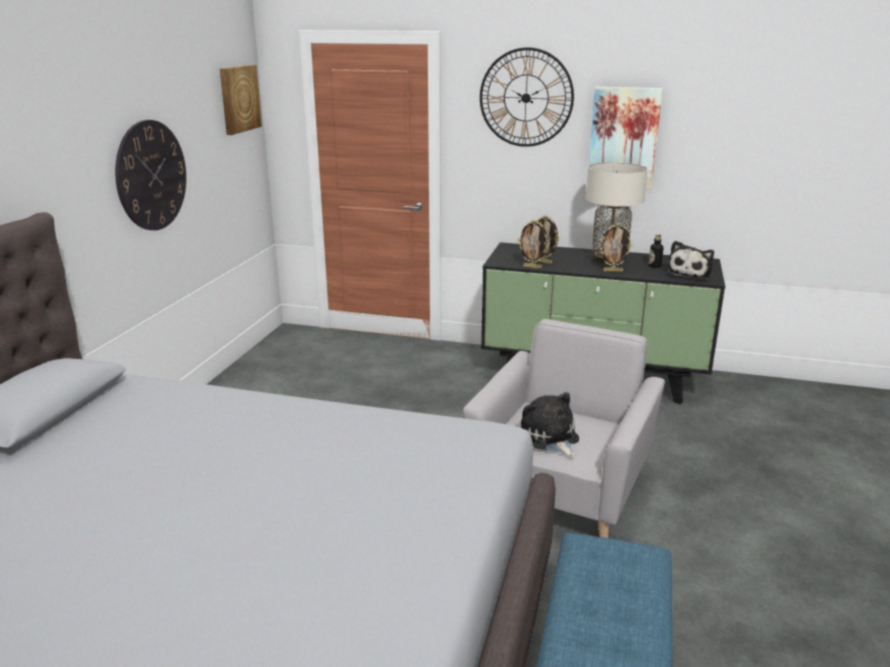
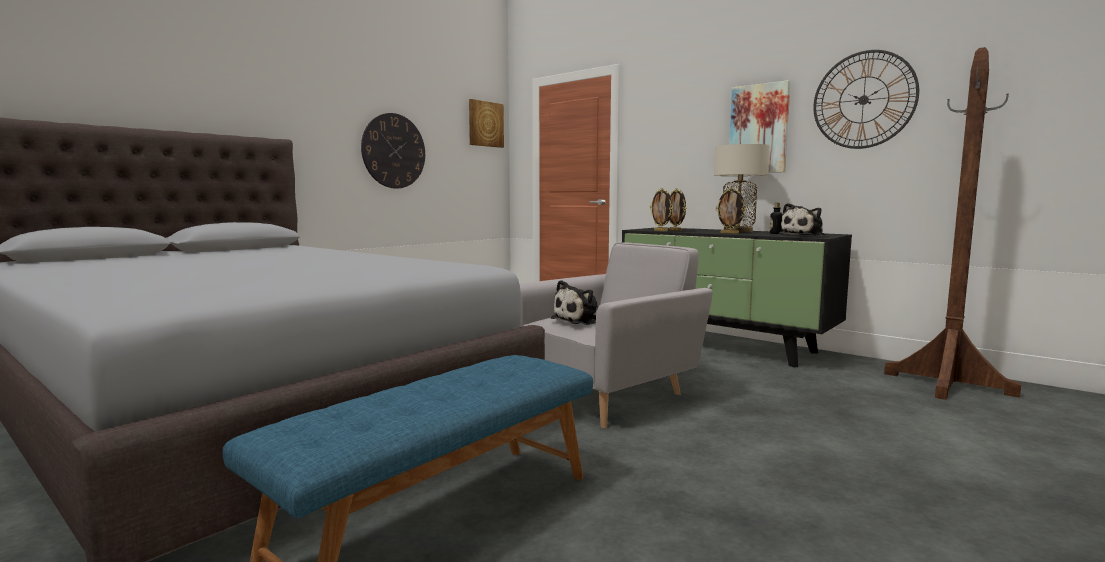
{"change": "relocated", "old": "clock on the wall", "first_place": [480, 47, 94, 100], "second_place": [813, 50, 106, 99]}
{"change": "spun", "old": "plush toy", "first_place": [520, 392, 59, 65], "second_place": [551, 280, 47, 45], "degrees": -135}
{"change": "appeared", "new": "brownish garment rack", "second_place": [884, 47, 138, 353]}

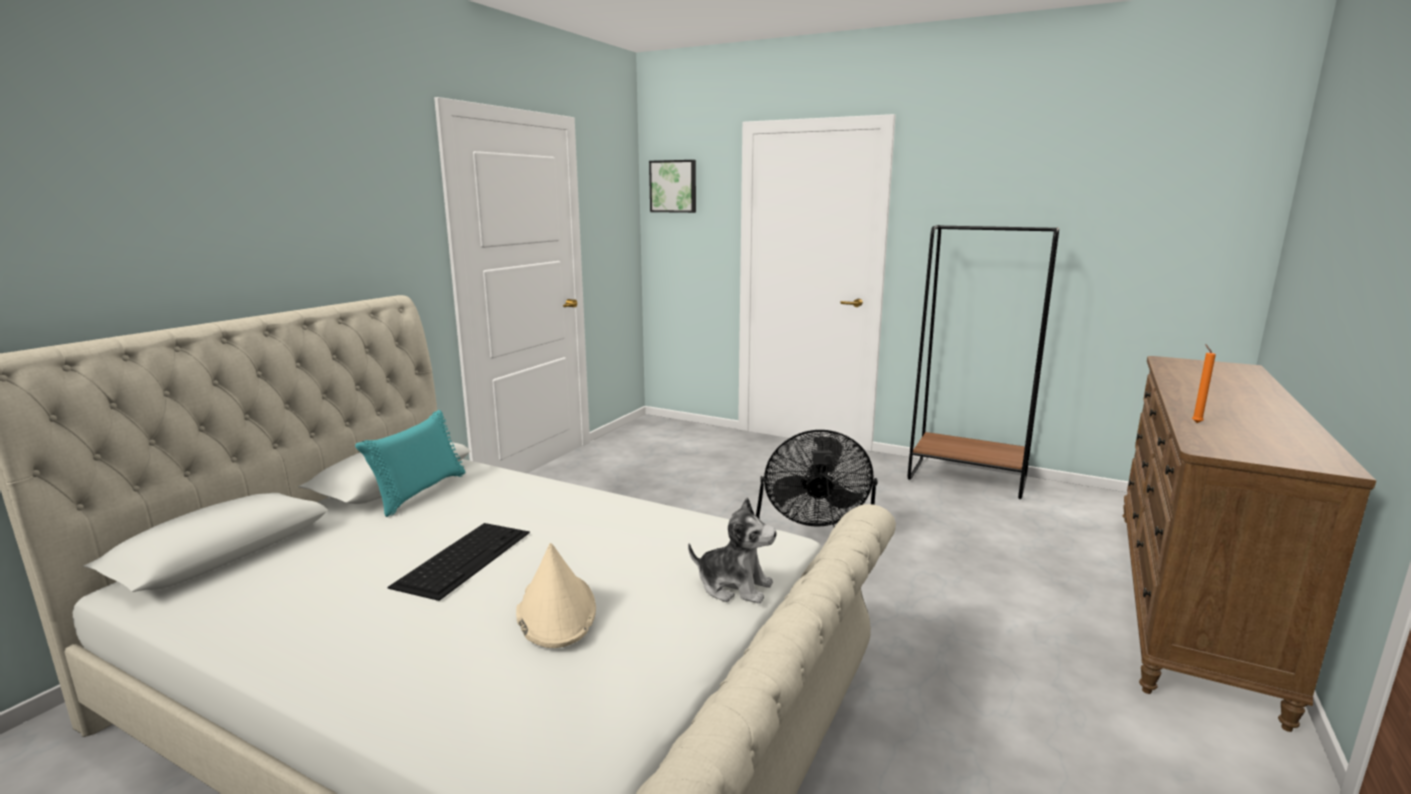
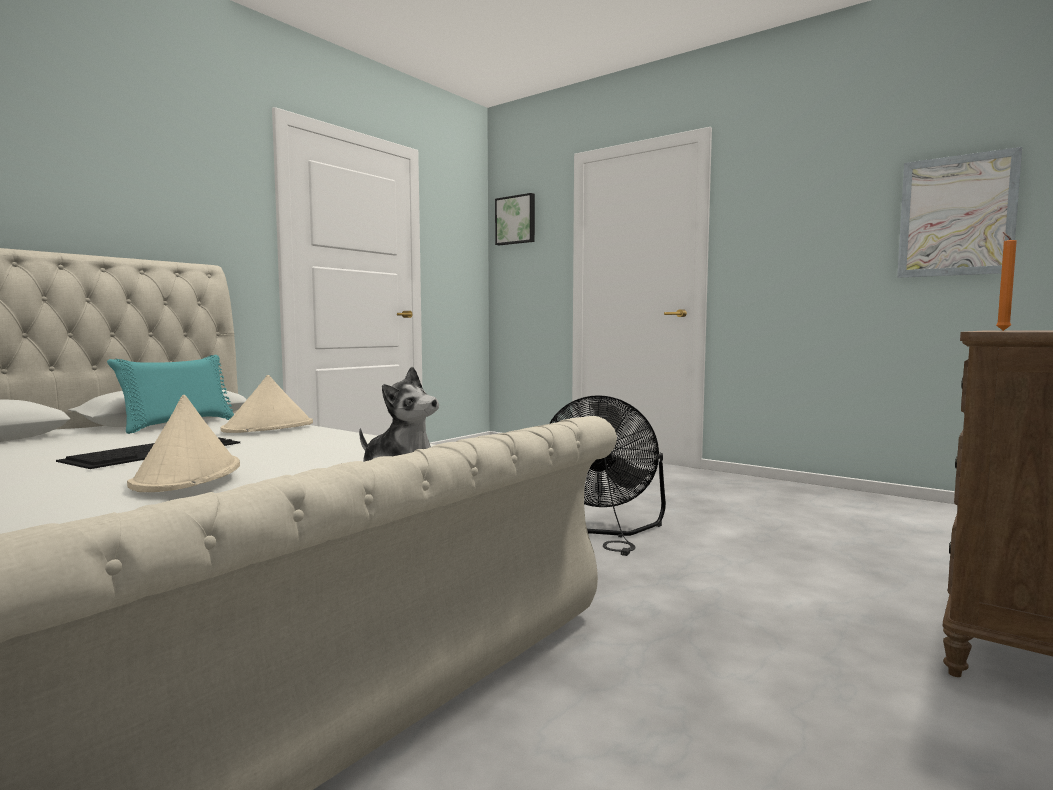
{"change": "missing", "old": "garment rack", "first_place": [908, 225, 151, 274]}
{"change": "appeared", "new": "beige hat", "second_place": [220, 375, 93, 58]}
{"change": "appeared", "new": "picture", "second_place": [897, 147, 125, 131]}

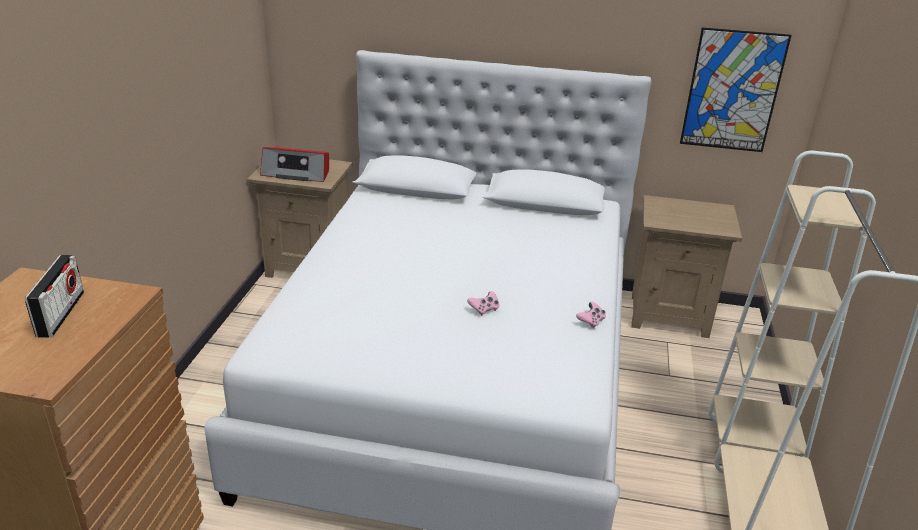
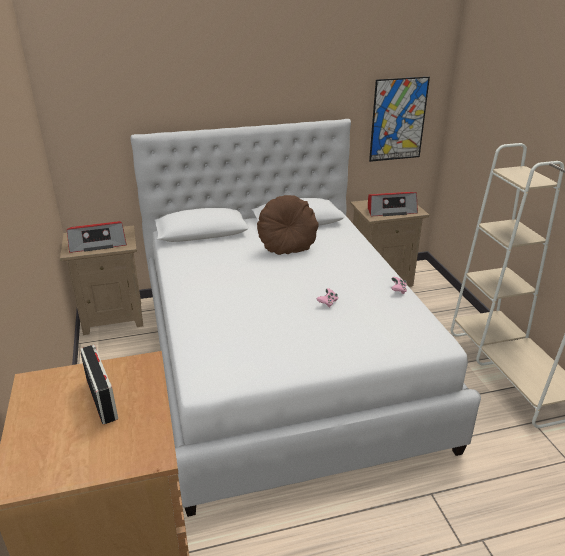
{"change": "appeared", "new": "brownish cushion", "second_place": [257, 195, 62, 60]}
{"change": "appeared", "new": "radio receiver", "second_place": [368, 192, 50, 24]}

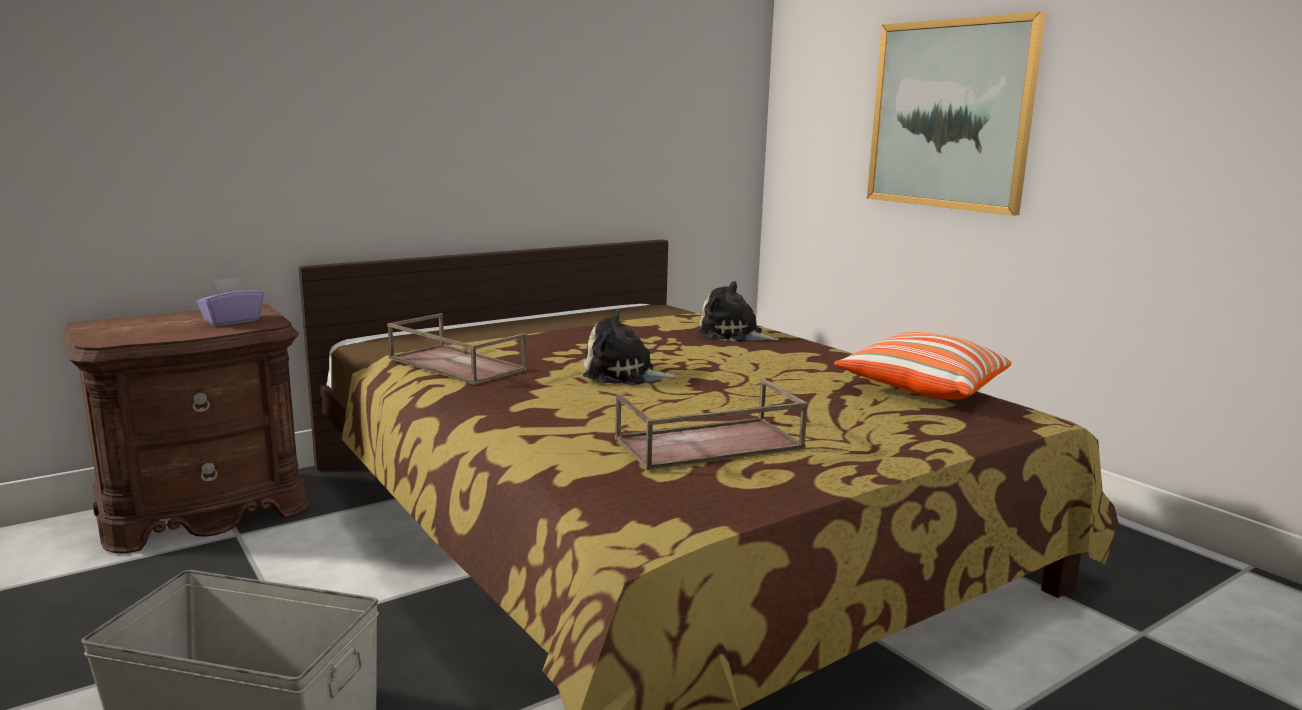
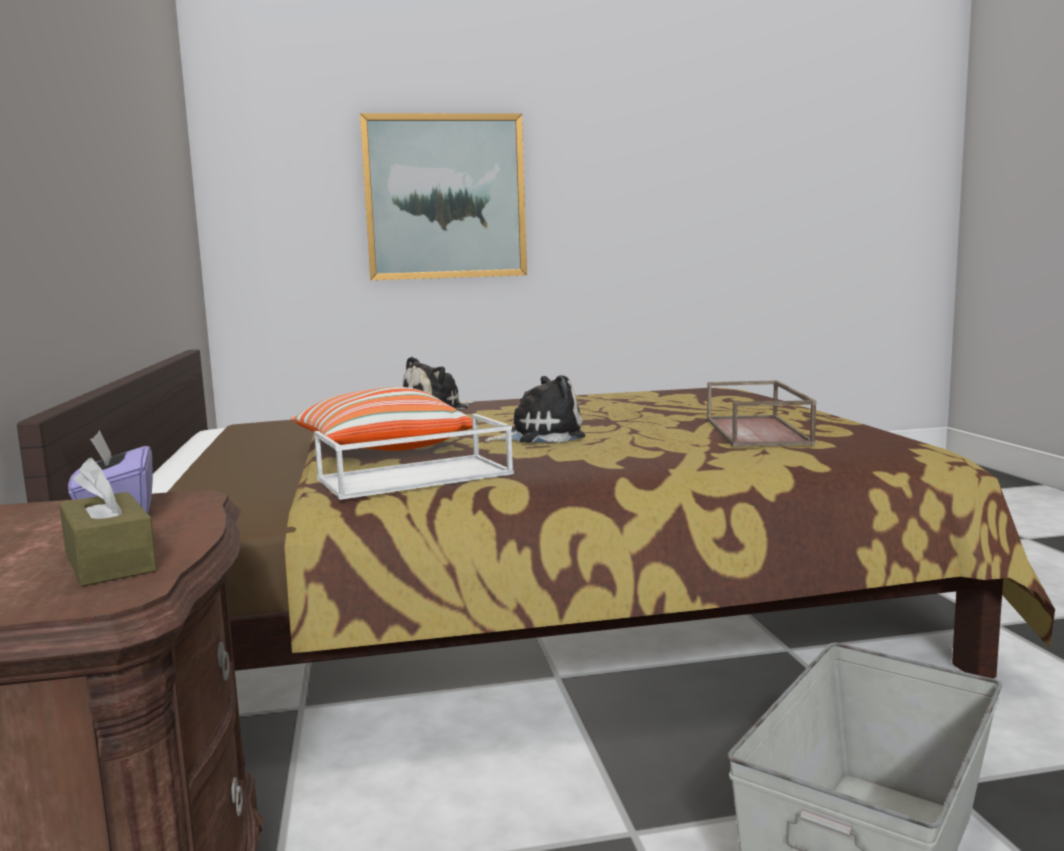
{"change": "colour", "old": "brownish tray", "new": "white-coloured tray", "first_place": [387, 313, 140, 72], "second_place": [314, 414, 200, 86]}
{"change": "spun", "old": "plush toy", "first_place": [583, 310, 97, 75], "second_place": [484, 375, 101, 68], "degrees": -135}
{"change": "relocated", "old": "cushion", "first_place": [834, 332, 178, 68], "second_place": [290, 387, 183, 64]}
{"change": "appeared", "new": "brownish tissue holder", "second_place": [59, 458, 98, 128]}

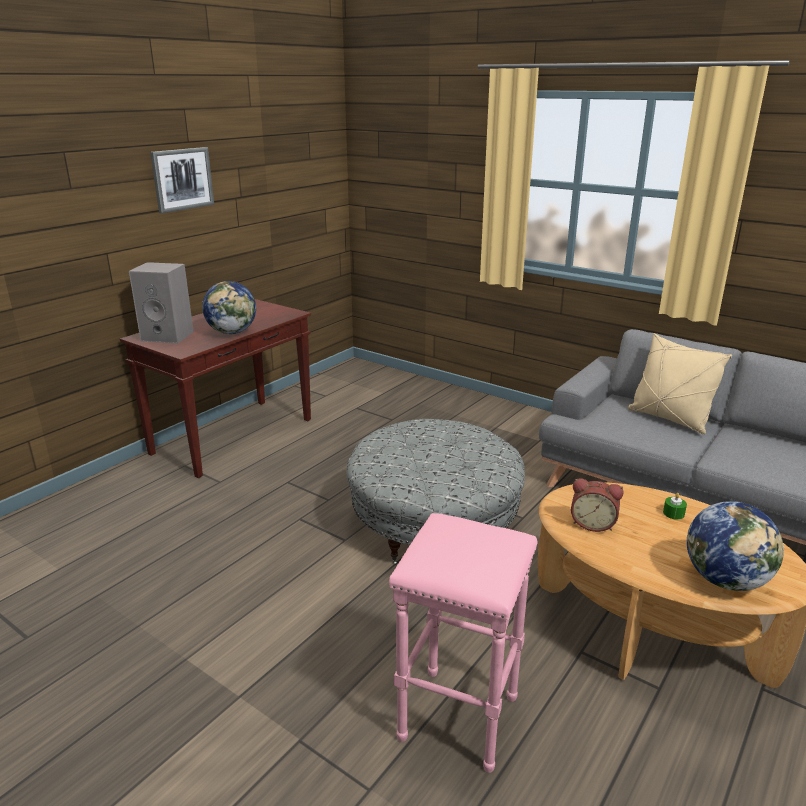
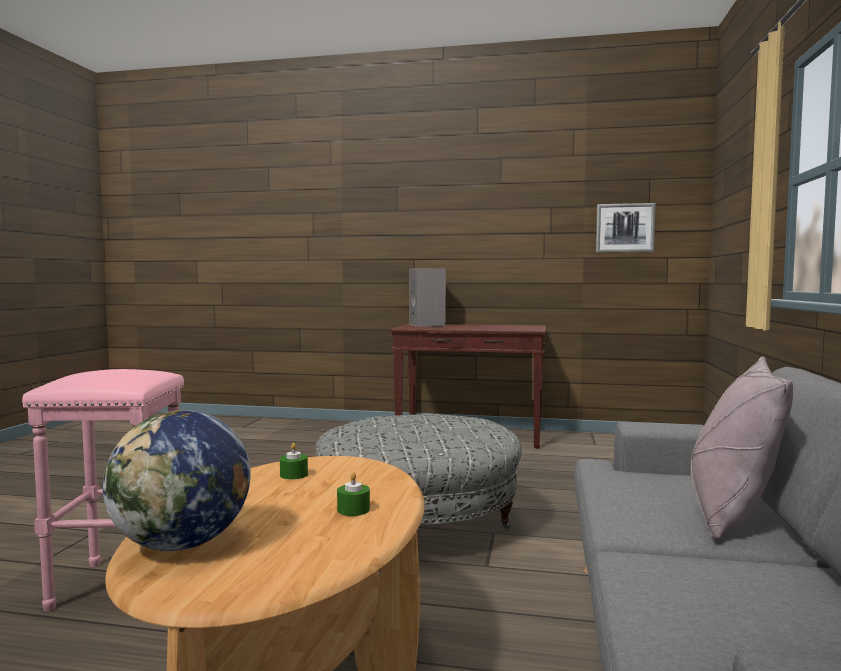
{"change": "relocated", "old": "picture", "first_place": [150, 147, 64, 66], "second_place": [596, 203, 60, 50]}
{"change": "missing", "old": "world globe", "first_place": [202, 281, 54, 53]}
{"change": "exchanged", "old": "bedside clock", "new": "green wax light", "first_place": [571, 478, 52, 54], "second_place": [280, 443, 28, 37]}
{"change": "colour", "old": "beige cushion", "new": "purplish cushion", "first_place": [628, 333, 104, 102], "second_place": [691, 356, 102, 183]}

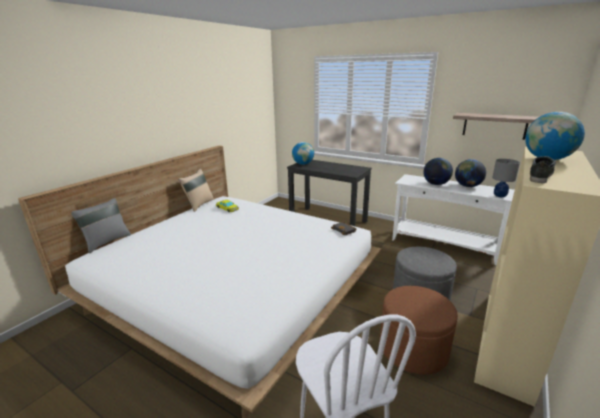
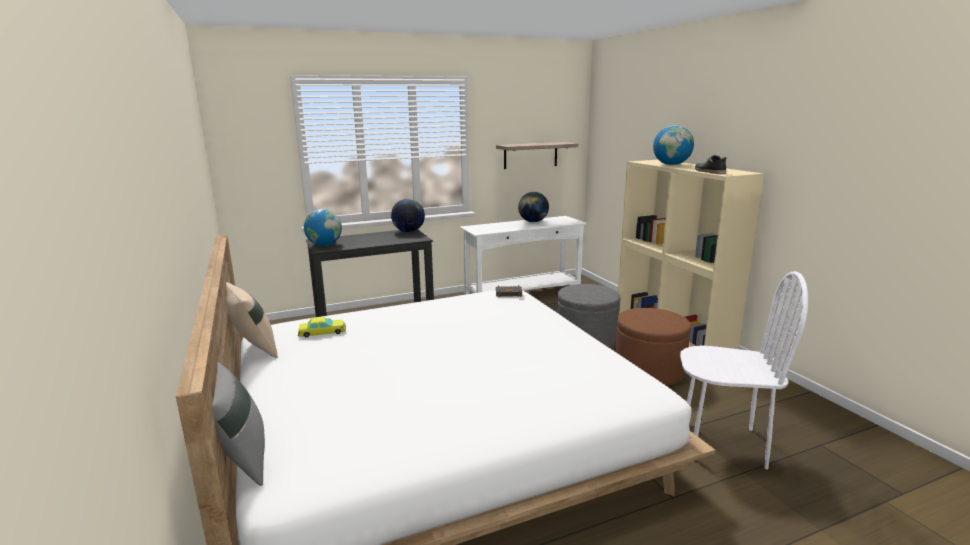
{"change": "relocated", "old": "world globe", "first_place": [423, 158, 30, 27], "second_place": [391, 199, 34, 33]}
{"change": "missing", "old": "gray table lamp", "first_place": [492, 159, 28, 38]}

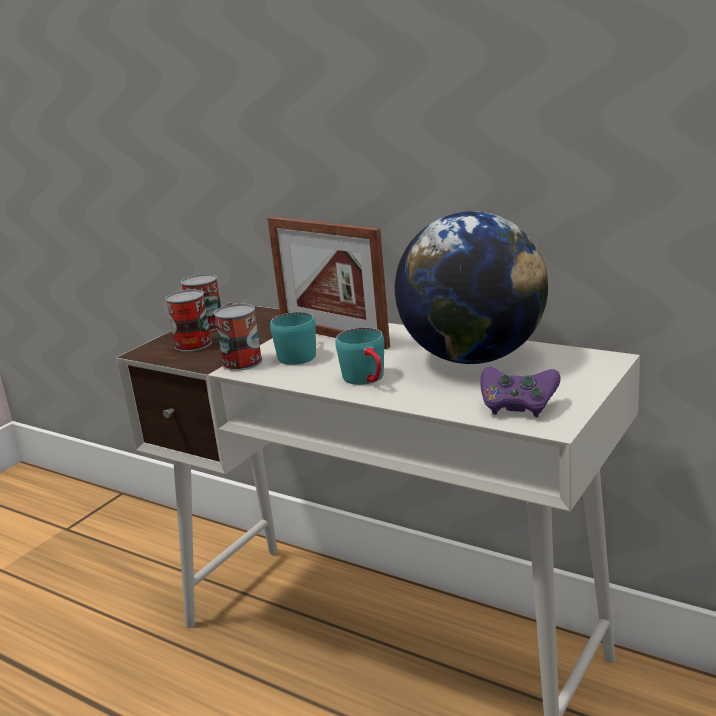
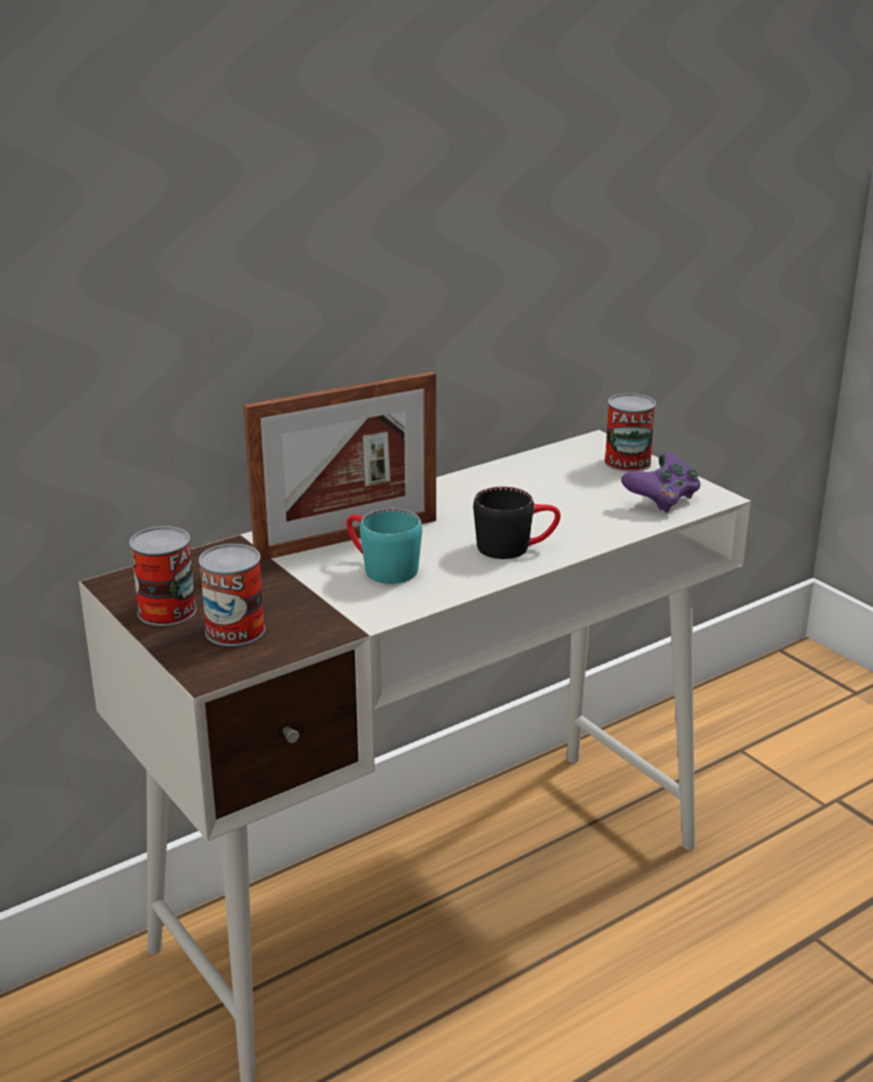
{"change": "relocated", "old": "can", "first_place": [214, 304, 48, 67], "second_place": [604, 393, 52, 79]}
{"change": "colour", "old": "turquoise-coloured mug", "new": "black-coloured mug", "first_place": [335, 327, 49, 58], "second_place": [473, 487, 88, 72]}
{"change": "missing", "old": "world globe", "first_place": [395, 211, 153, 153]}

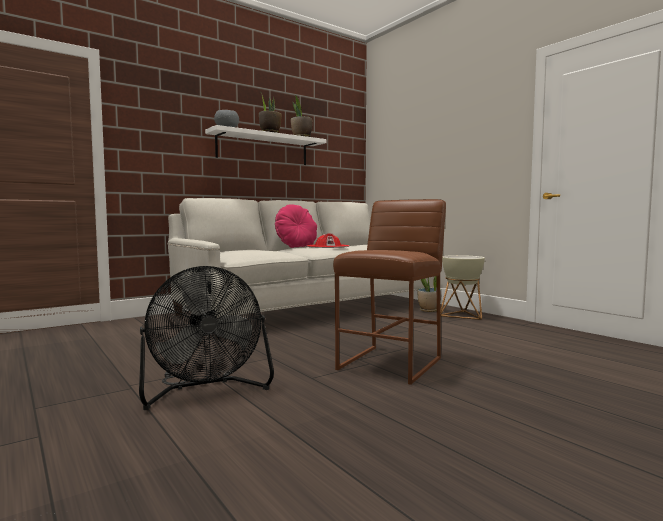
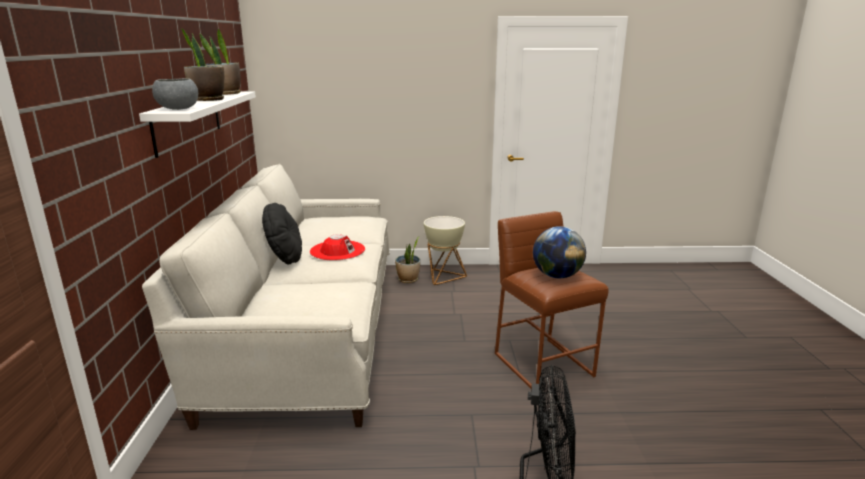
{"change": "colour", "old": "pinkish cushion", "new": "black-coloured cushion", "first_place": [275, 204, 42, 44], "second_place": [262, 203, 40, 62]}
{"change": "appeared", "new": "world globe", "second_place": [533, 226, 53, 52]}

